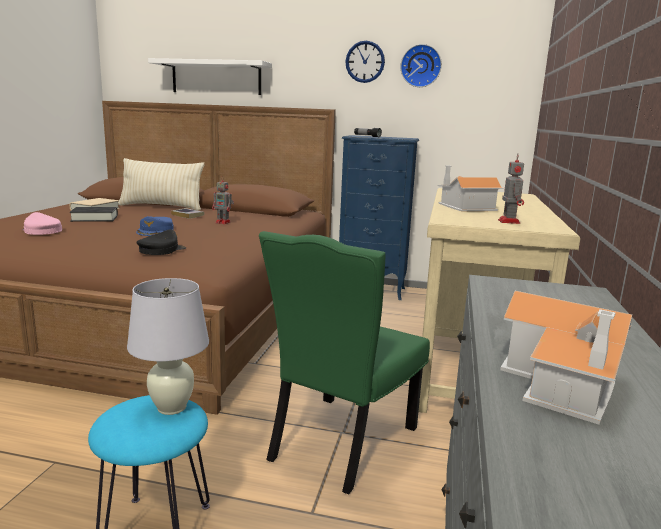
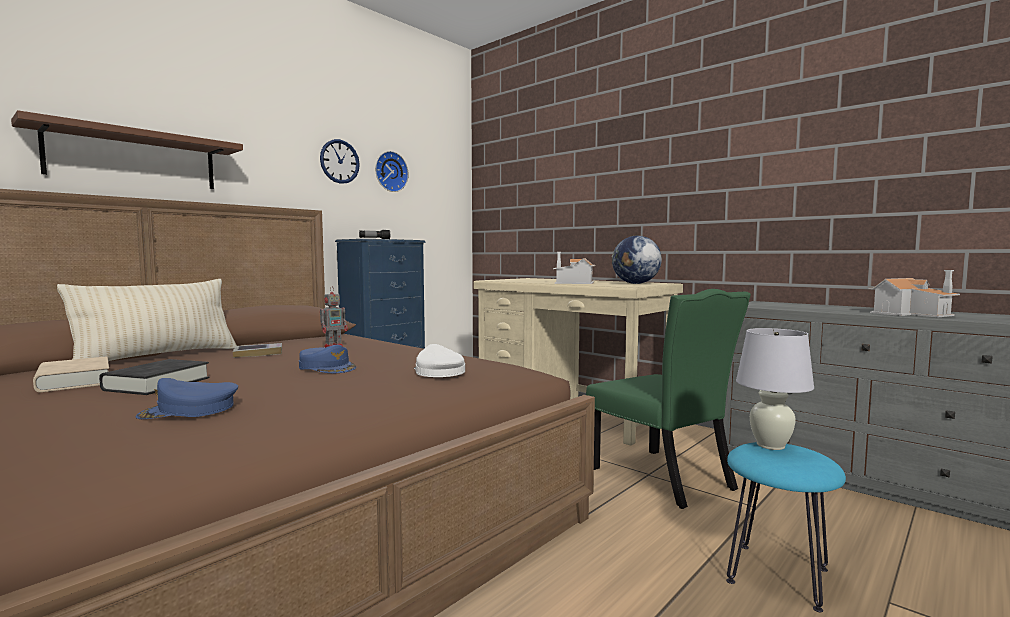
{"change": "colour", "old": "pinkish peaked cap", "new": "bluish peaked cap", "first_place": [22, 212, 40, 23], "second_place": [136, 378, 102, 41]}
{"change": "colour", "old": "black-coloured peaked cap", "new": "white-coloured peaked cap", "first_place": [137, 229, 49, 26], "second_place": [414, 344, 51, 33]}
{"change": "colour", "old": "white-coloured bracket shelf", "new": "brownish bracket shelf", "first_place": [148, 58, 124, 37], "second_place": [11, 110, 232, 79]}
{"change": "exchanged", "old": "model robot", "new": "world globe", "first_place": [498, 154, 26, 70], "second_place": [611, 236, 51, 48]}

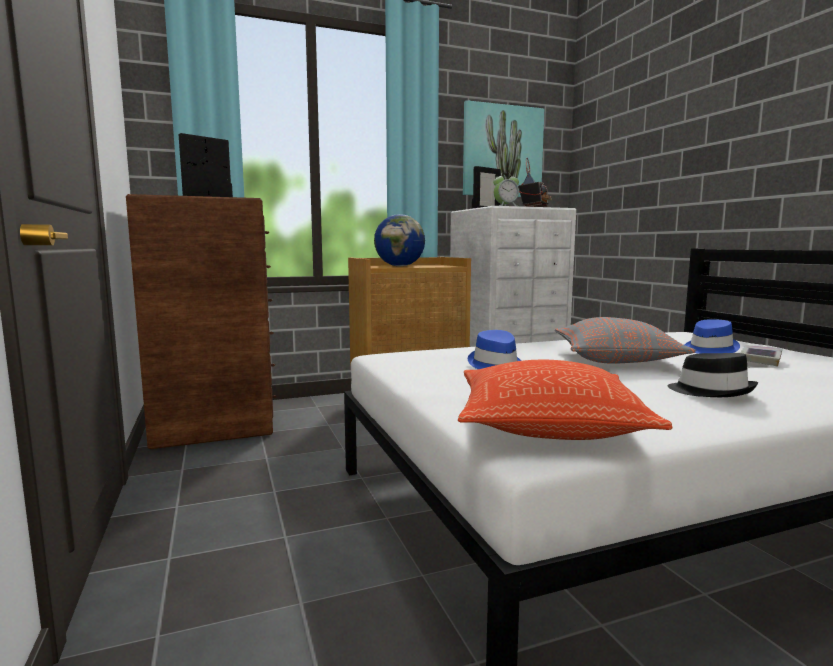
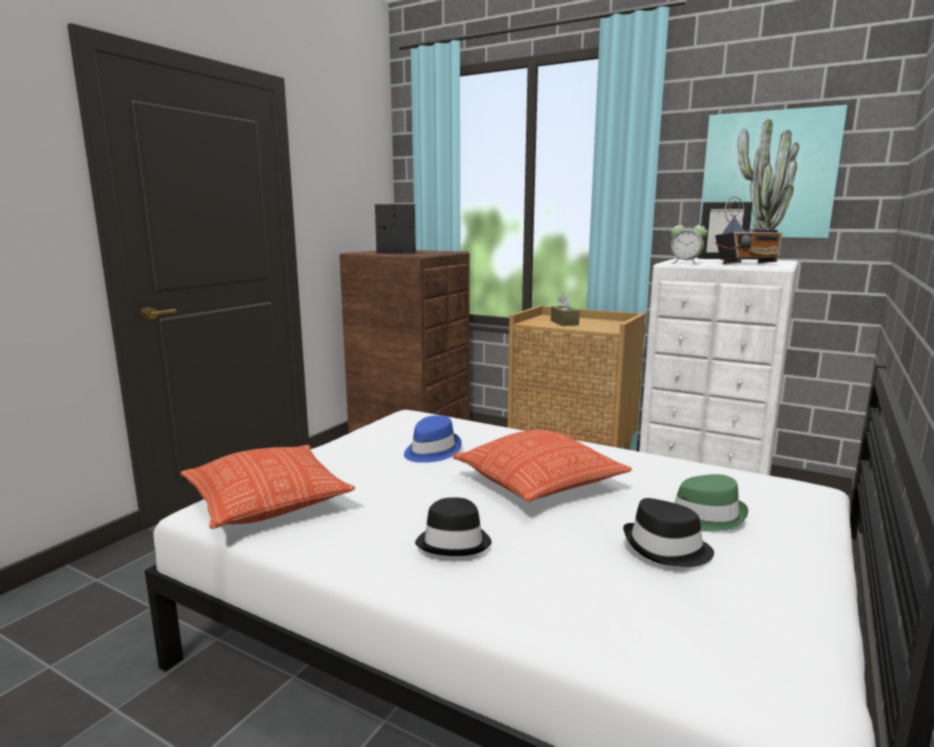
{"change": "exchanged", "old": "world globe", "new": "brownish tissue holder", "first_place": [374, 214, 51, 52], "second_place": [551, 294, 29, 32]}
{"change": "colour", "old": "gray cushion", "new": "orangey cushion", "first_place": [555, 317, 141, 47], "second_place": [452, 430, 180, 72]}
{"change": "colour", "old": "bluish hat", "new": "green hat", "first_place": [685, 319, 55, 35], "second_place": [674, 474, 74, 58]}
{"change": "exchanged", "old": "bound book", "new": "black-coloured hat", "first_place": [740, 345, 43, 22], "second_place": [623, 498, 91, 69]}

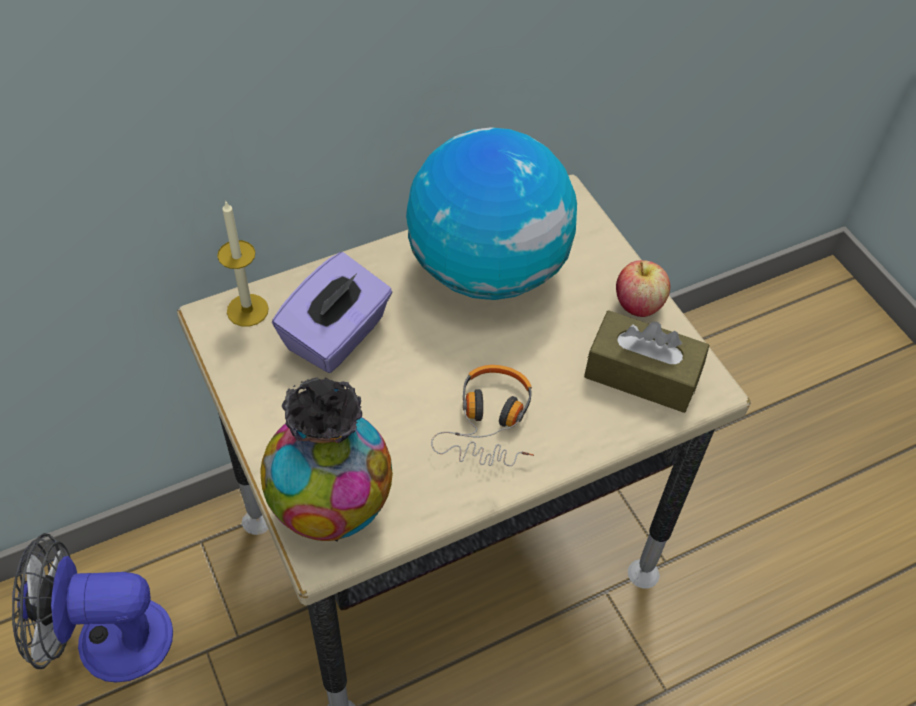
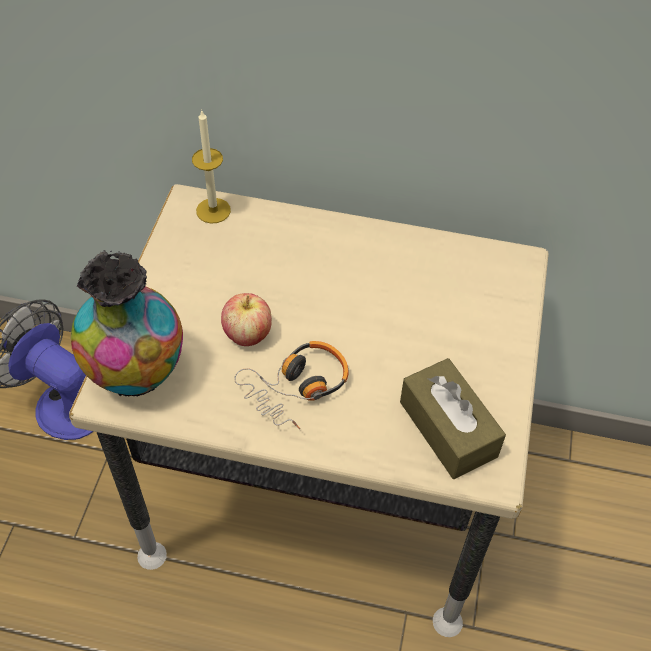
{"change": "missing", "old": "purplish tissue holder", "first_place": [272, 252, 120, 121]}
{"change": "missing", "old": "world globe", "first_place": [406, 127, 171, 173]}
{"change": "relocated", "old": "whole apple", "first_place": [616, 260, 54, 57], "second_place": [221, 293, 51, 53]}

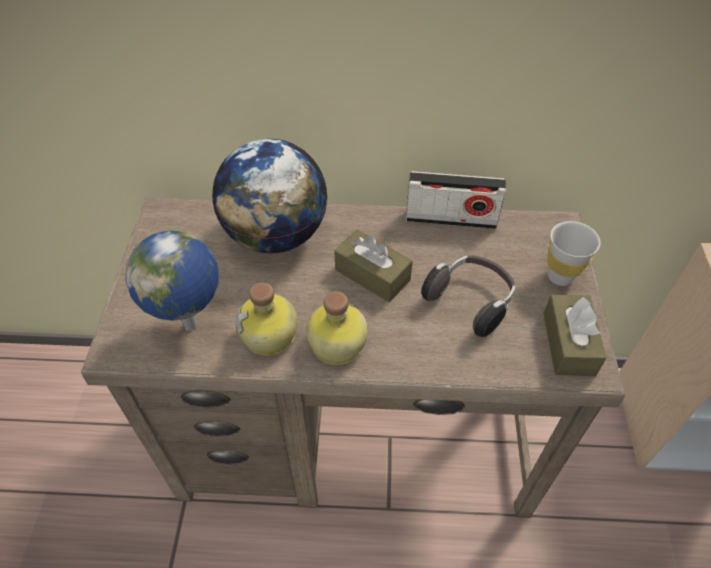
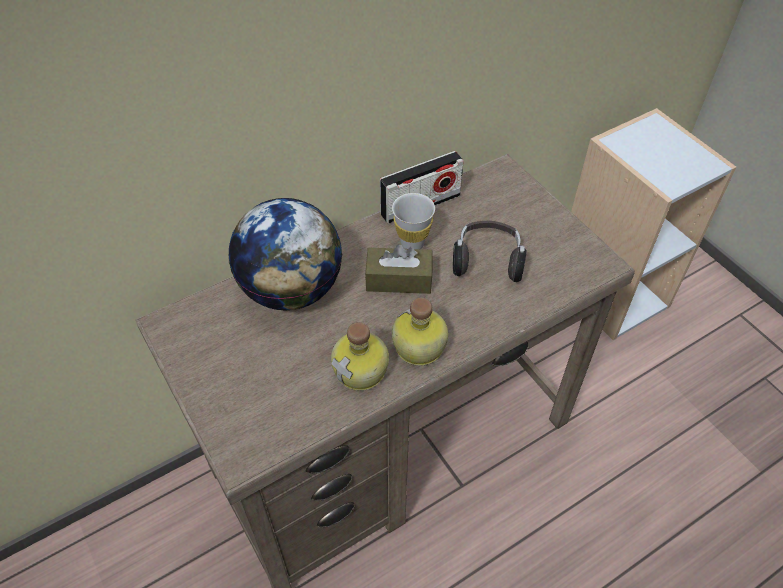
{"change": "missing", "old": "world globe", "first_place": [125, 230, 94, 101]}
{"change": "missing", "old": "brownish tissue holder", "first_place": [543, 295, 63, 81]}
{"change": "relocated", "old": "white-coloured cup", "first_place": [547, 221, 54, 65], "second_place": [392, 193, 43, 56]}

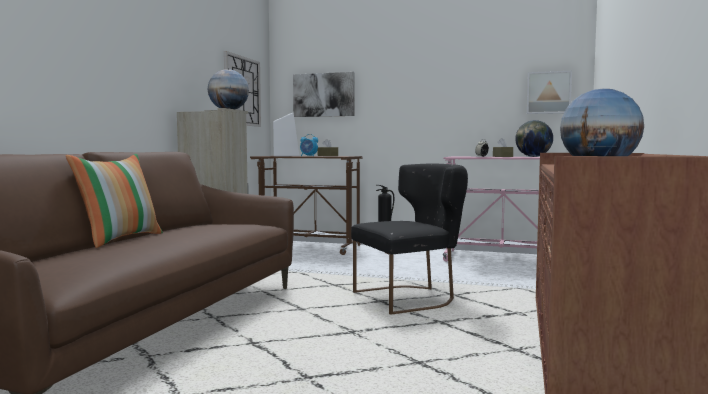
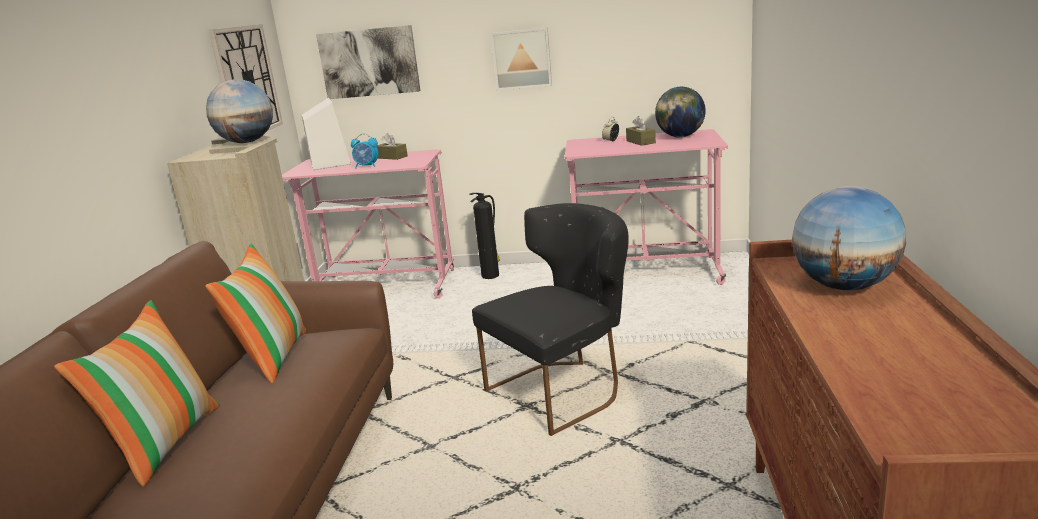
{"change": "colour", "old": "brownish desk table", "new": "pinkish desk table", "first_place": [250, 156, 112, 99], "second_place": [282, 149, 172, 149]}
{"change": "relocated", "old": "picture", "first_place": [527, 71, 45, 43], "second_place": [491, 28, 61, 62]}
{"change": "appeared", "new": "cushion", "second_place": [205, 244, 102, 139]}

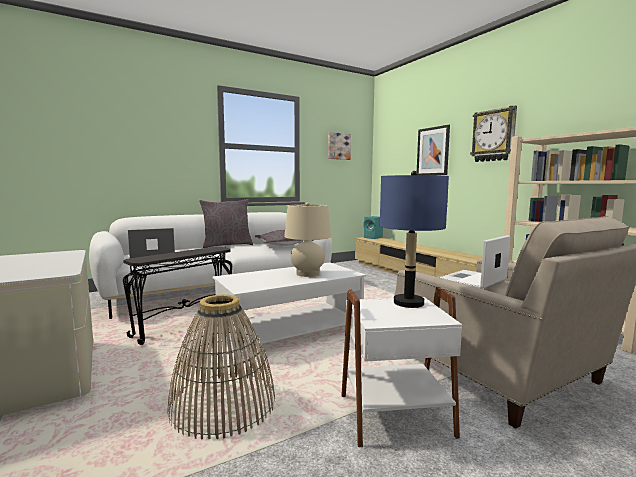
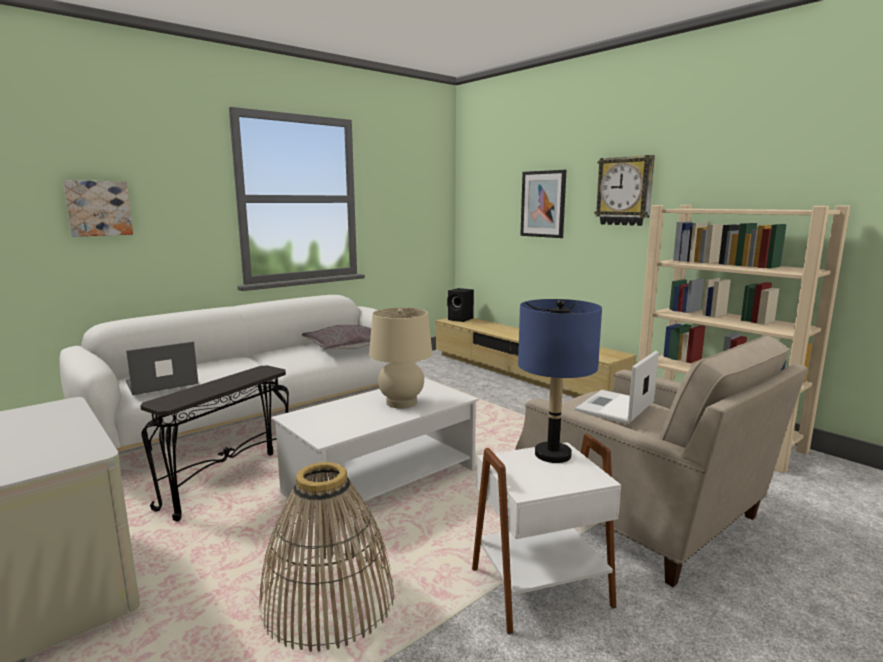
{"change": "missing", "old": "gray cushion", "first_place": [199, 199, 54, 49]}
{"change": "relocated", "old": "picture", "first_place": [328, 132, 23, 28], "second_place": [63, 180, 70, 57]}
{"change": "colour", "old": "turquoise-coloured audio speaker", "new": "black-coloured audio speaker", "first_place": [364, 216, 19, 23], "second_place": [447, 288, 27, 34]}

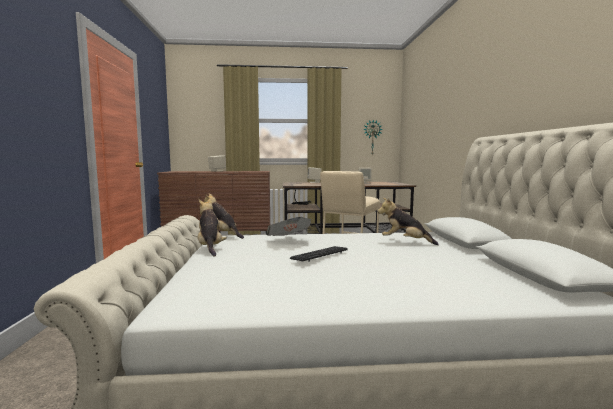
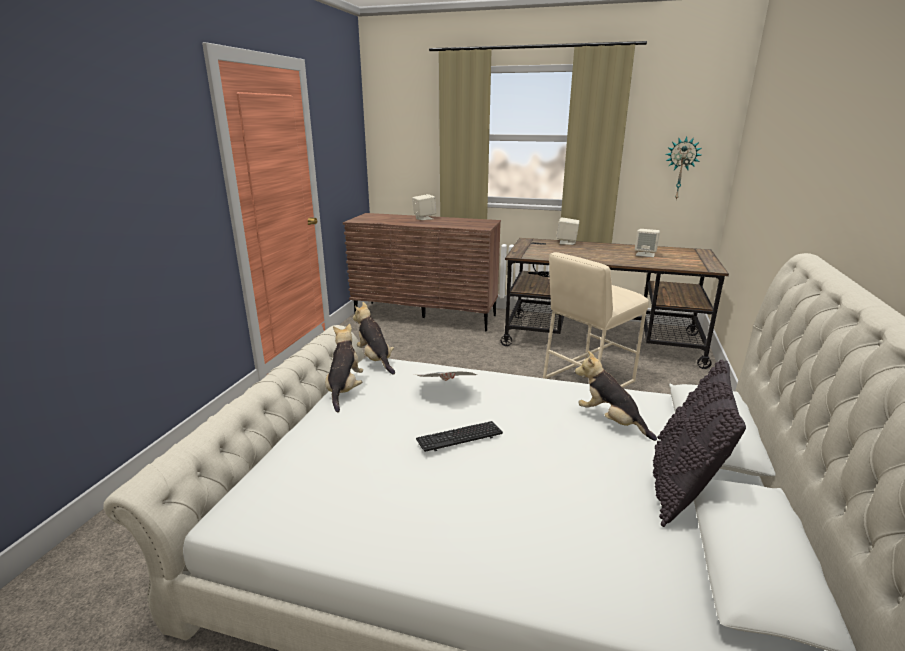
{"change": "appeared", "new": "black-coloured cushion", "second_place": [653, 360, 93, 167]}

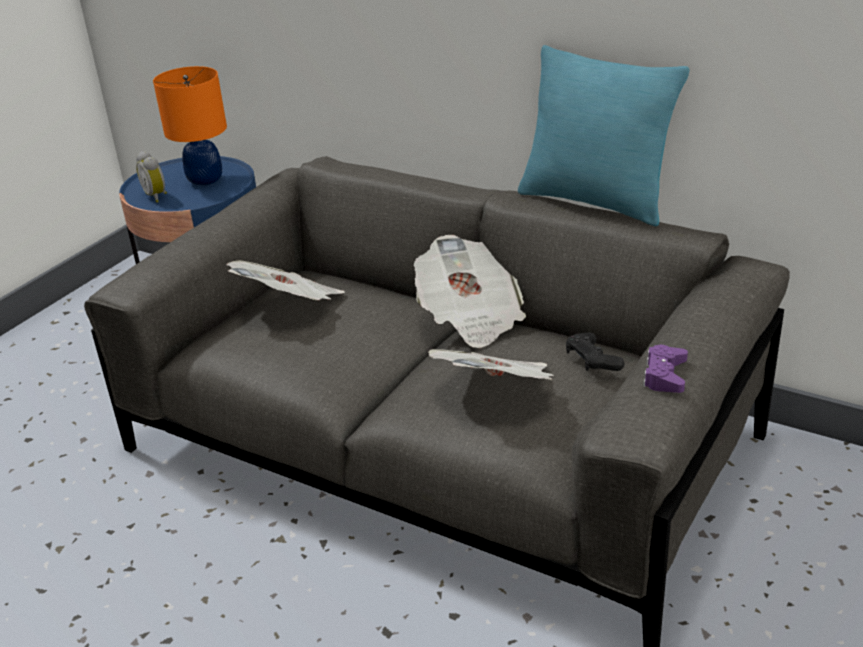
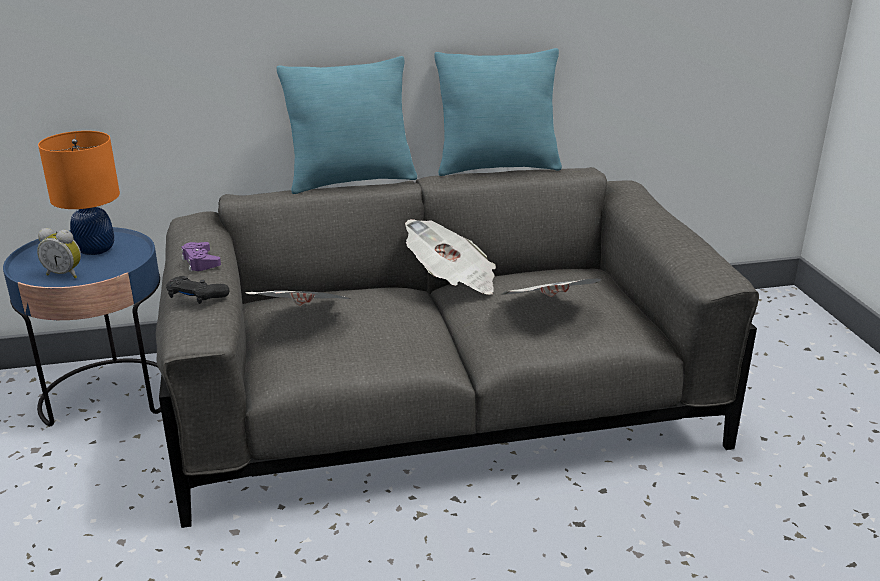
{"change": "relocated", "old": "black-coloured game controller", "first_place": [566, 332, 59, 39], "second_place": [166, 276, 64, 28]}
{"change": "relocated", "old": "purplish game controller", "first_place": [643, 345, 45, 48], "second_place": [181, 242, 40, 30]}
{"change": "appeared", "new": "turquoise-coloured cushion", "second_place": [277, 56, 140, 138]}

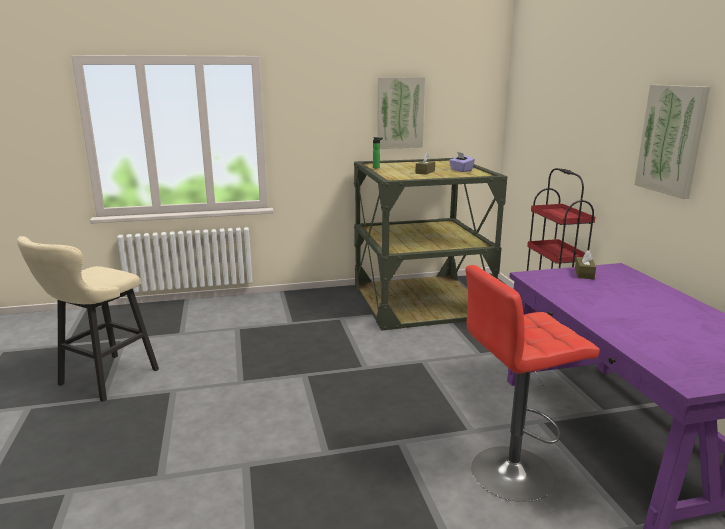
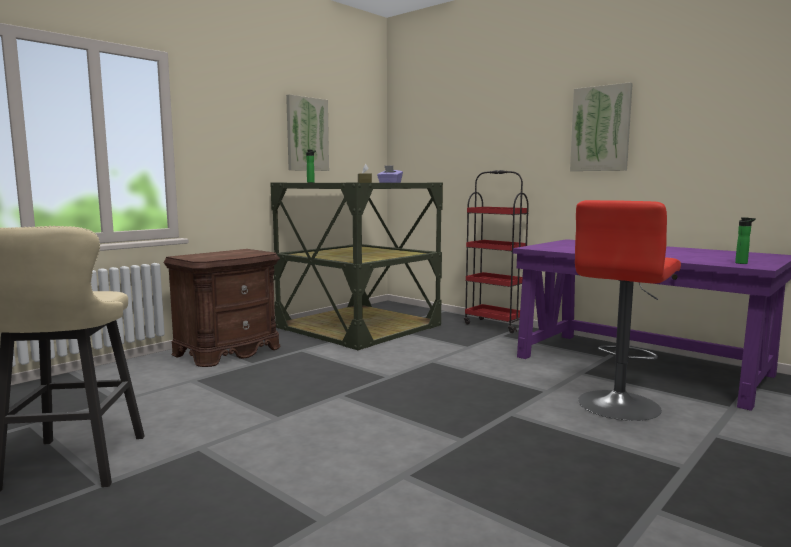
{"change": "missing", "old": "brownish tissue holder", "first_place": [575, 250, 21, 29]}
{"change": "appeared", "new": "brownish bedside table", "second_place": [164, 249, 116, 118]}
{"change": "appeared", "new": "drink bottle", "second_place": [735, 217, 21, 47]}

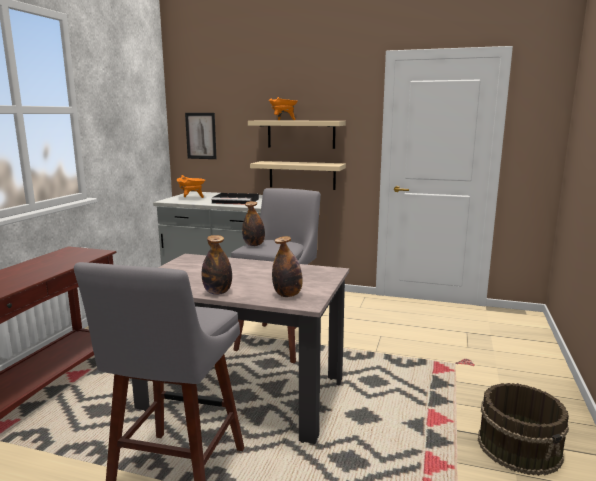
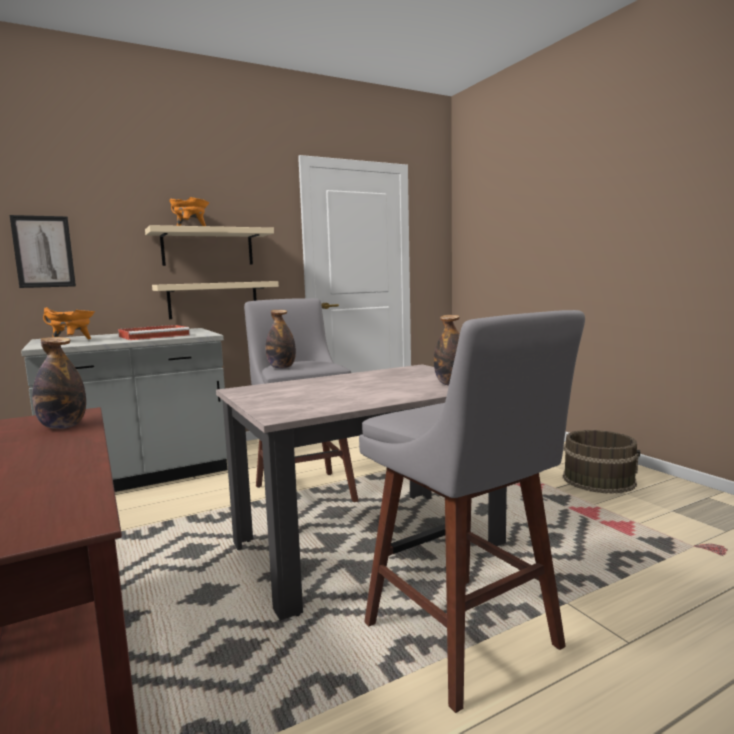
{"change": "relocated", "old": "drink bottle", "first_place": [201, 235, 31, 60], "second_place": [32, 337, 54, 92]}
{"change": "colour", "old": "black-coloured tray", "new": "red tray", "first_place": [211, 193, 48, 11], "second_place": [118, 325, 72, 15]}

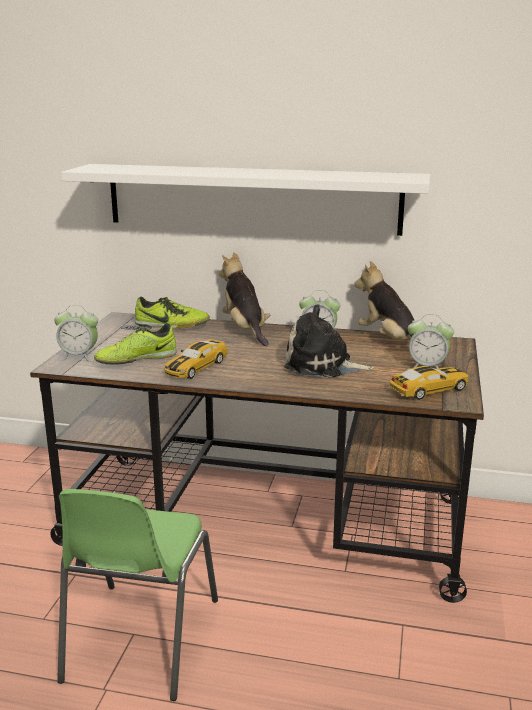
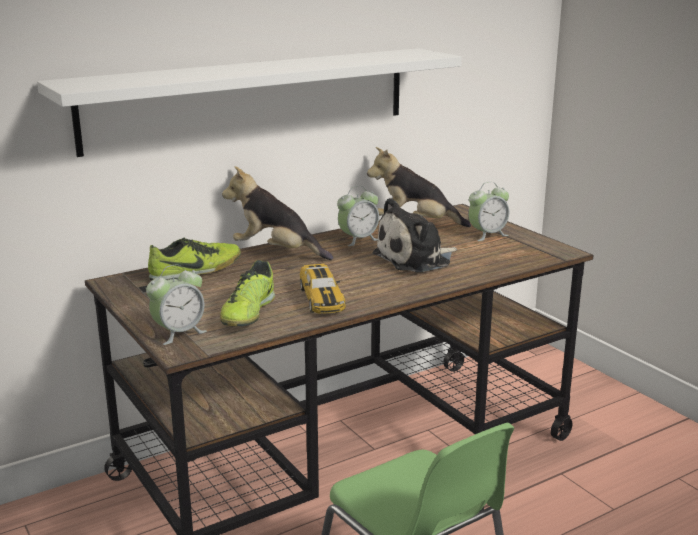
{"change": "missing", "old": "toy car", "first_place": [389, 366, 79, 34]}

